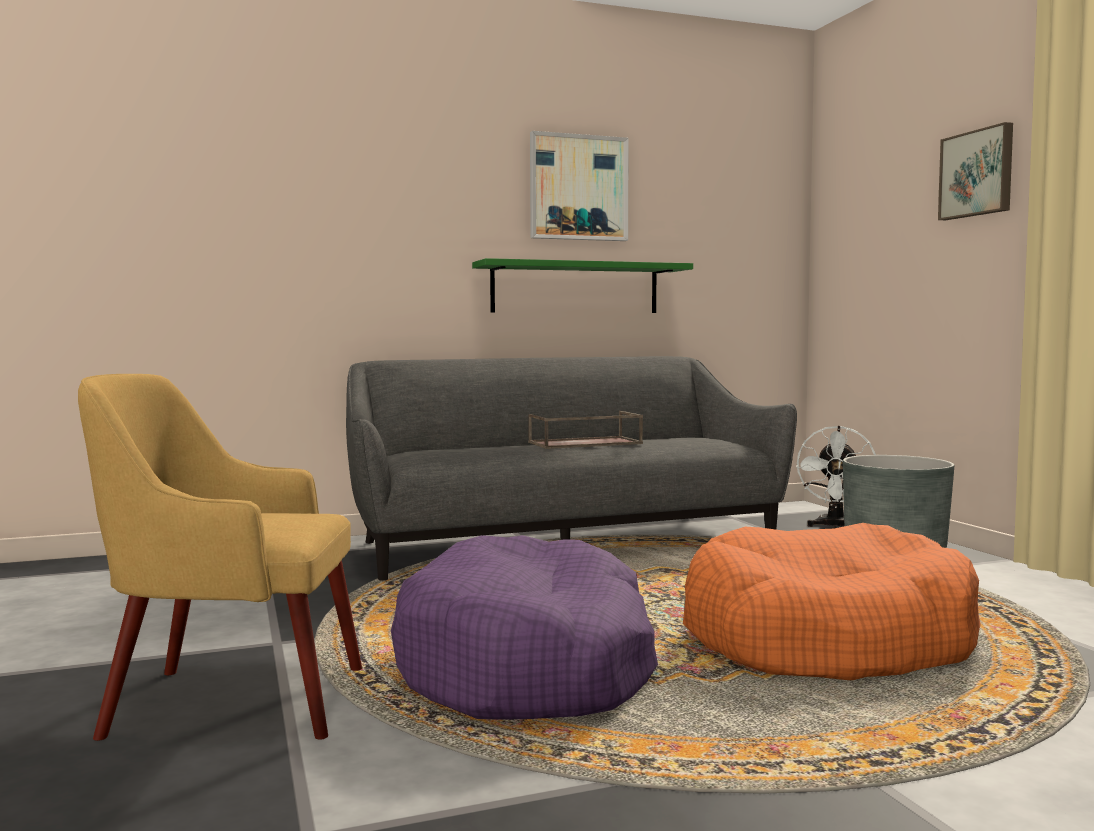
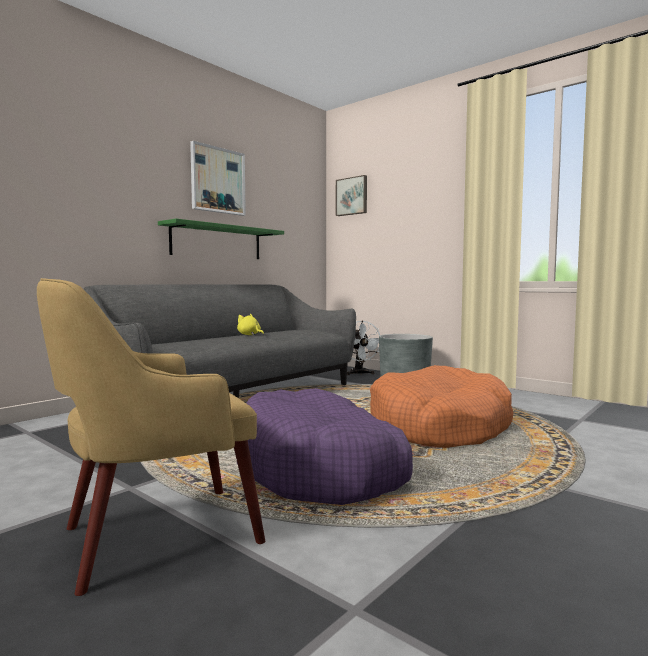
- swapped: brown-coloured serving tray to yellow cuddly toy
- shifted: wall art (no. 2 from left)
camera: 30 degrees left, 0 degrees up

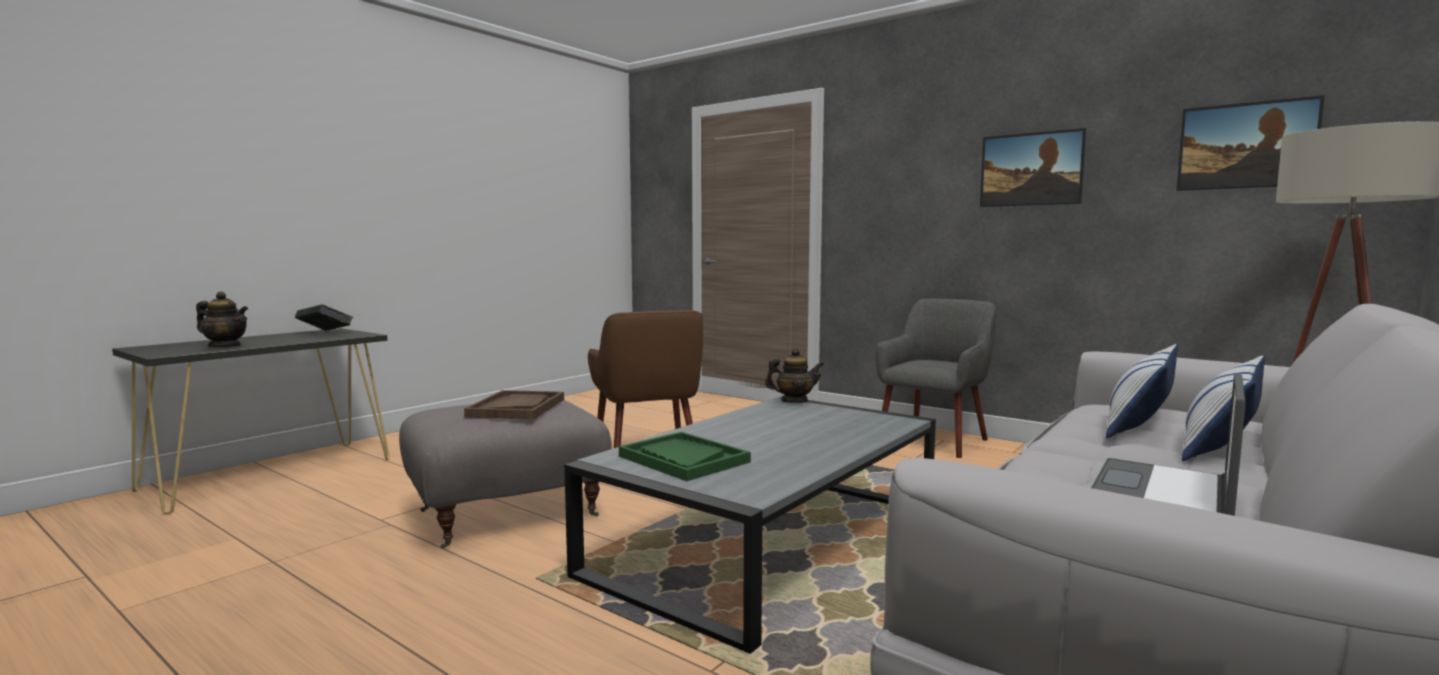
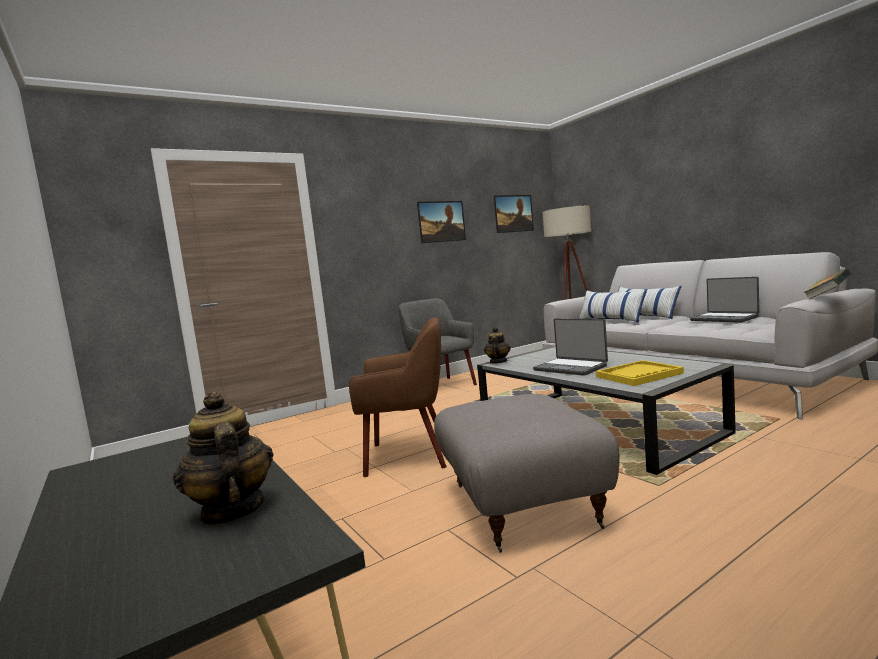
- rotated: pot for tea (no. 1 from left) 60 degrees counterclockwise
- new: portable computer (no. 1 from left)
- repainted: green-coloured serving tray to yellow serving tray
- shifted: volume
- gone: brown-coloured serving tray
camera: 70 degrees left, 0 degrees up

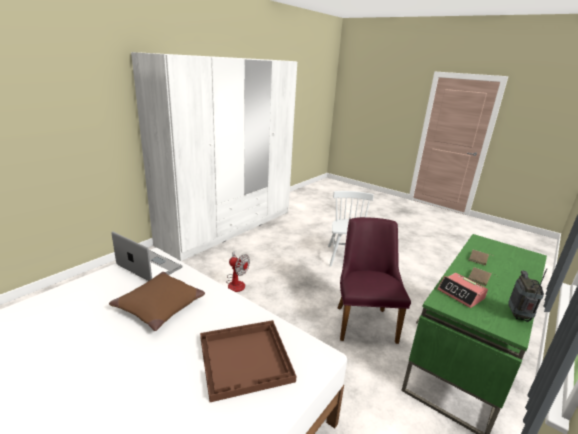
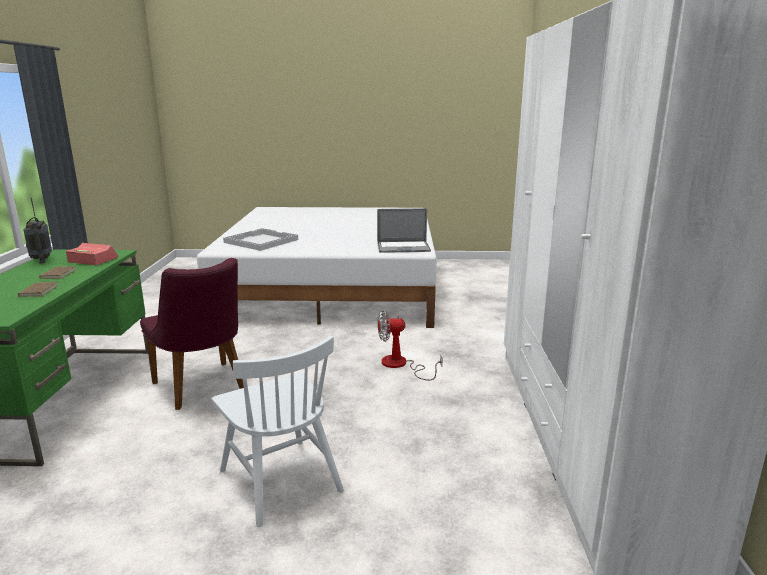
- repainted: brown-coloured serving tray to white-coloured serving tray
- gone: brown-coloured throw pillow
camera: 145 degrees right, 5 degrees down

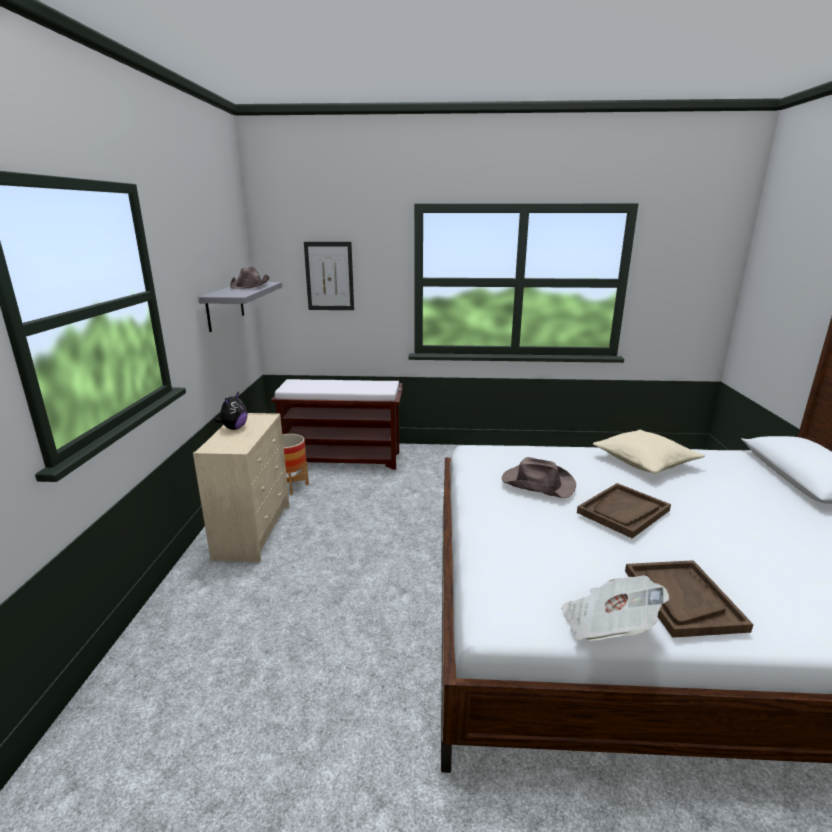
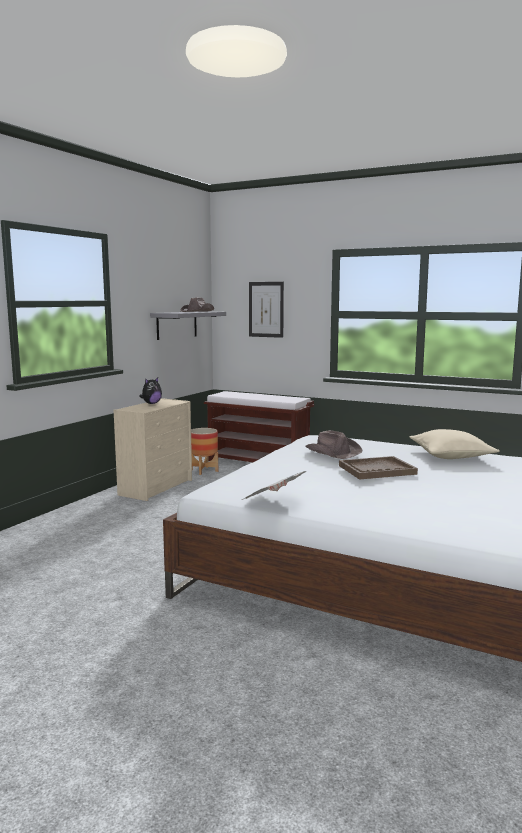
- gone: brown-coloured serving tray (no. 2 from left)
camera: 25 degrees right, 10 degrees down

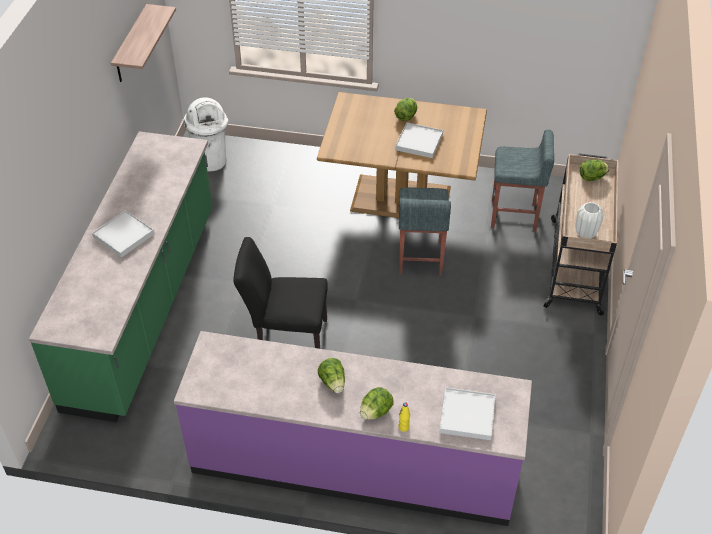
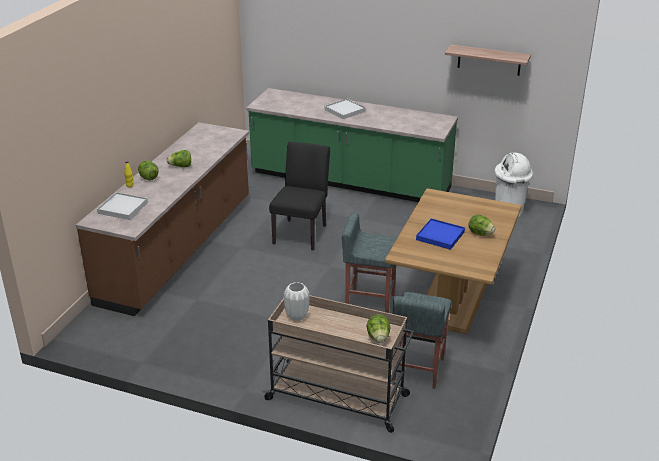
- repainted: purple counter to brown-coloured counter
- repainted: white-coloured serving tray (no. 2 from left) to blue-coloured serving tray
camera: 100 degrees right, 15 degrees down

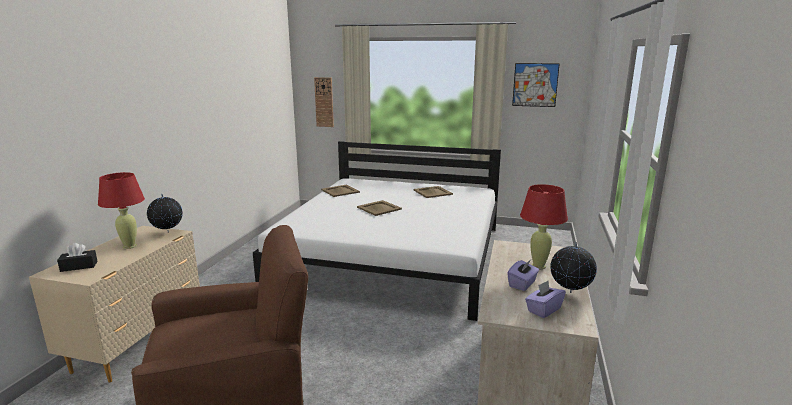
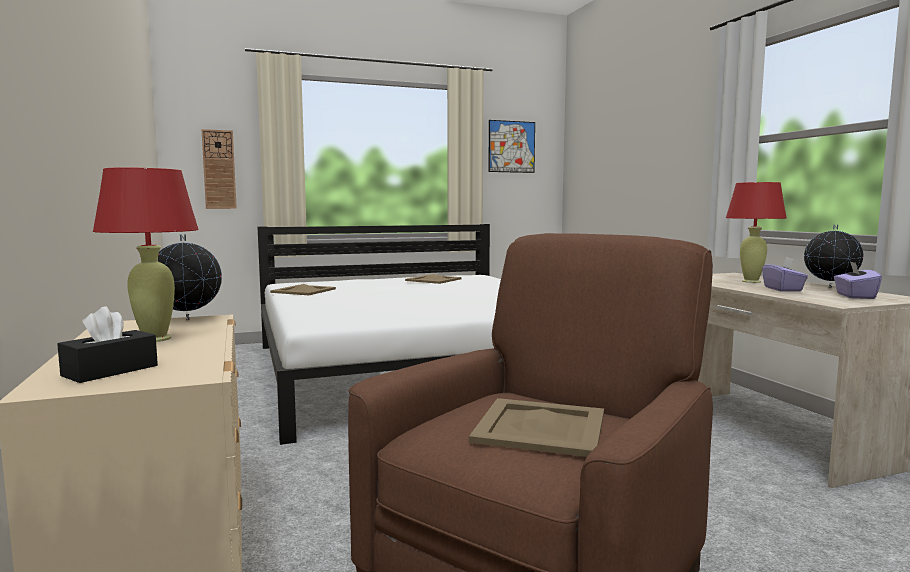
- shifted: beige-coloured serving tray (no. 2 from left in the first image) to beige-coloured serving tray (no. 3 from left)
camera: 35 degrees left, 10 degrees down

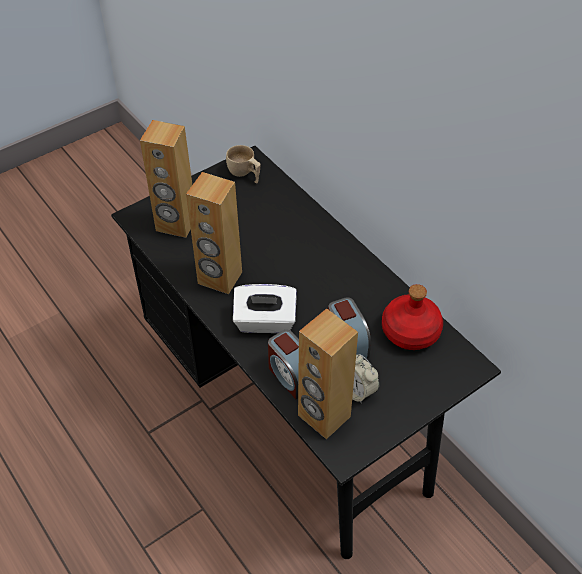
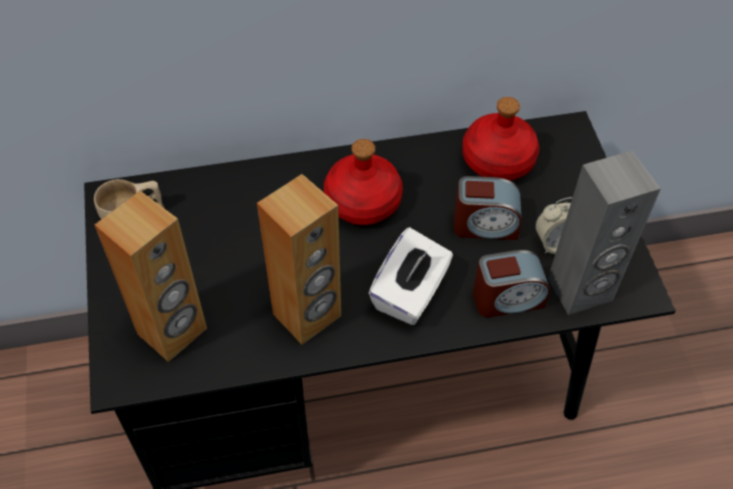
- new: red drink bottle (no. 1 from left)
- repainted: brown-coloured audio speaker (no. 3 from left) to greyish audio speaker
camera: 65 degrees left, 5 degrees up

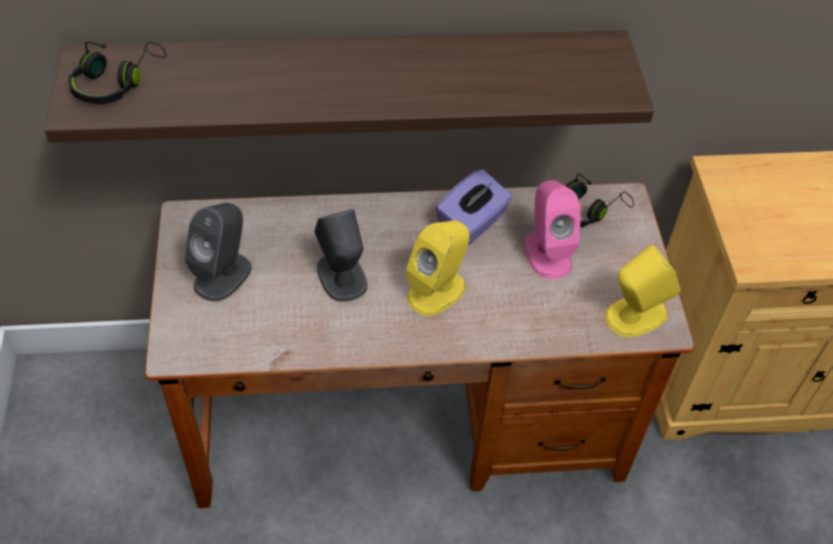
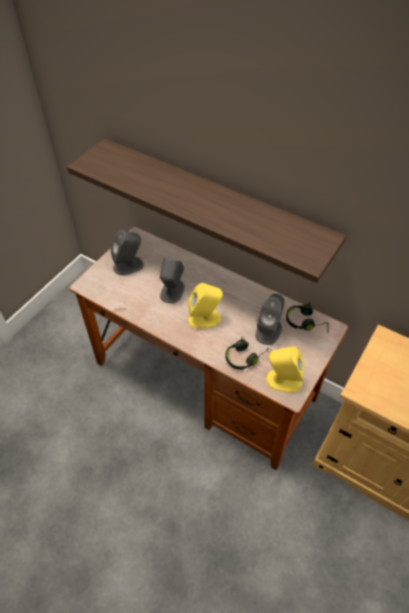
- shifted: black-coloured headset (no. 1 from left)
- repainted: pink audio speaker to greyish audio speaker (no. 3 from left)
- gone: purple tissue box
camera: 40 degrees right, 0 degrees up

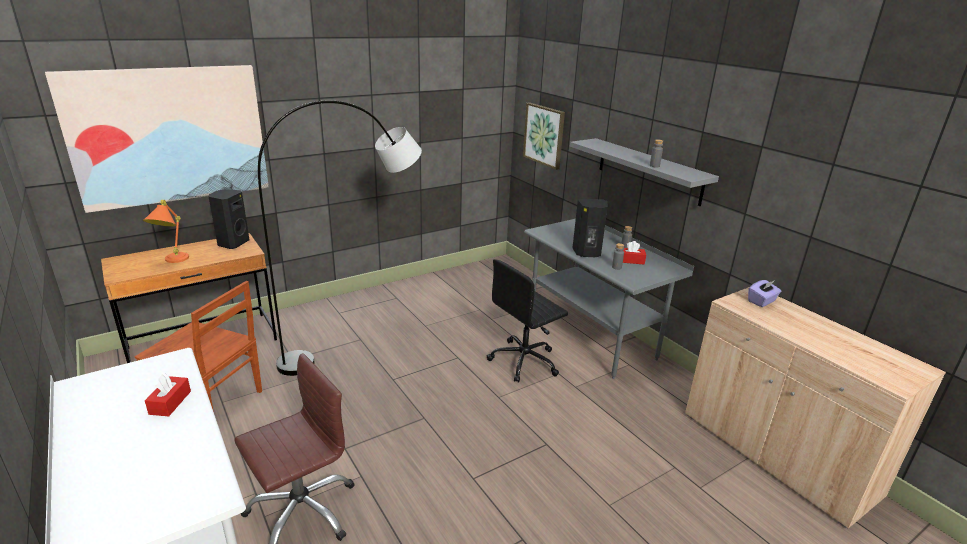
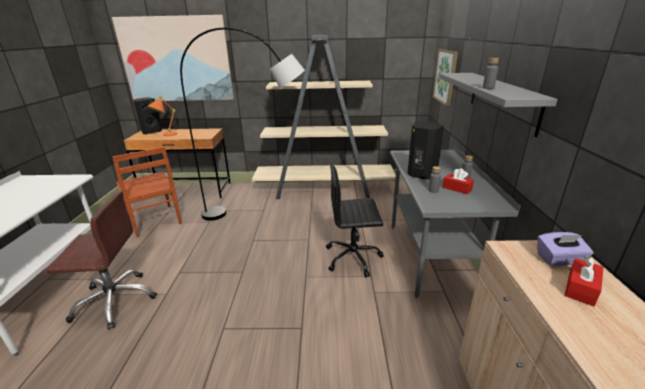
- shifted: black-coloured audio speaker (no. 1 from left)
- new: beige-coloured bookshelf
- shifted: red tissue box (no. 1 from left in the first image) to red tissue box (no. 2 from left)
camera: 35 degrees right, 0 degrees up

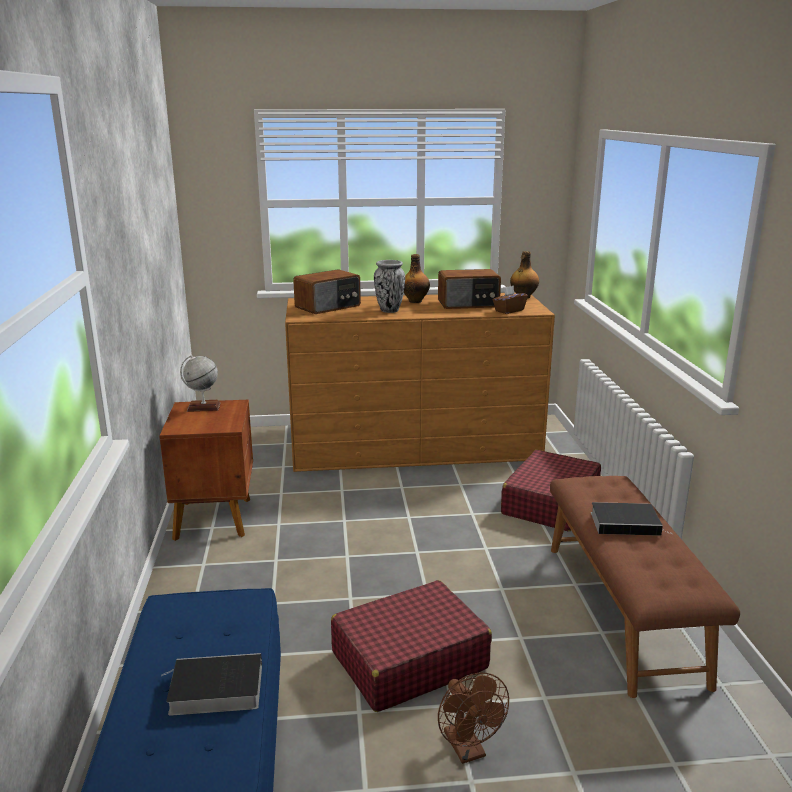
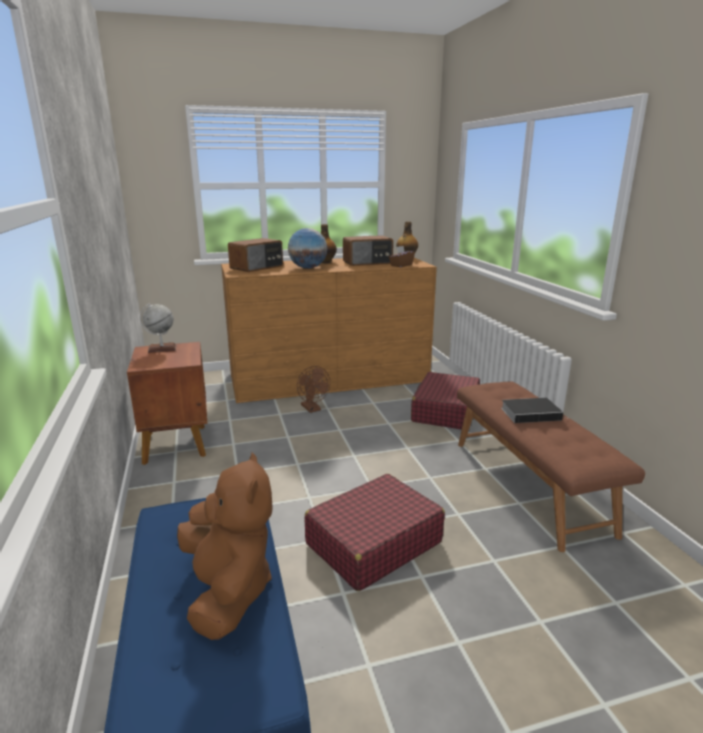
- swapped: volume (no. 1 from left) to brown-coloured cuddly toy
- swapped: flower vase to globe (no. 2 from left)
- shifted: brown-coloured electric fan
camera: 10 degrees left, 0 degrees up

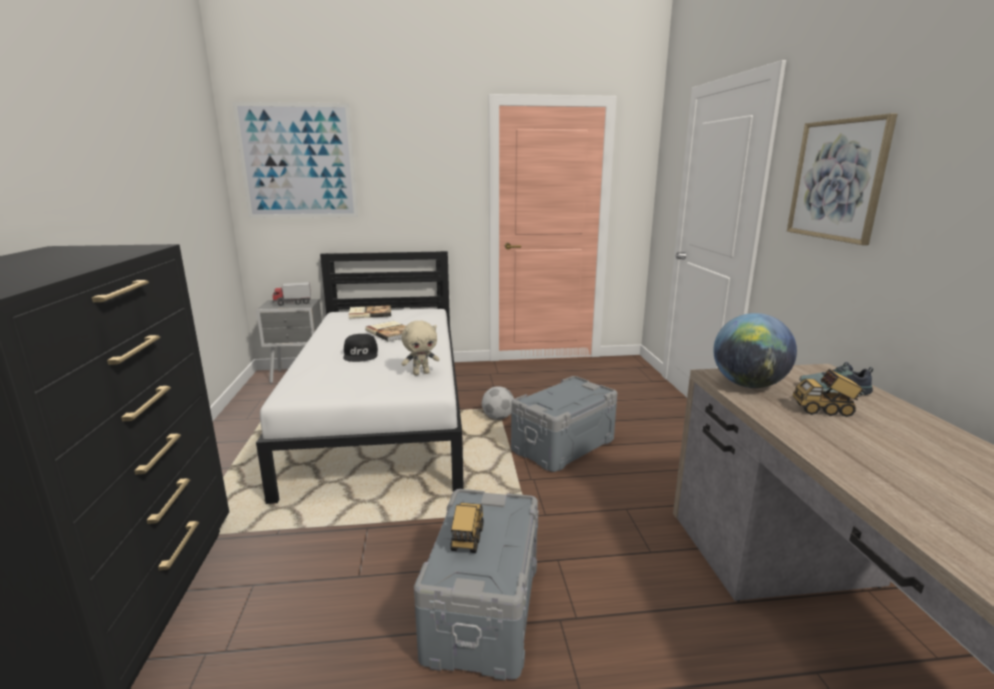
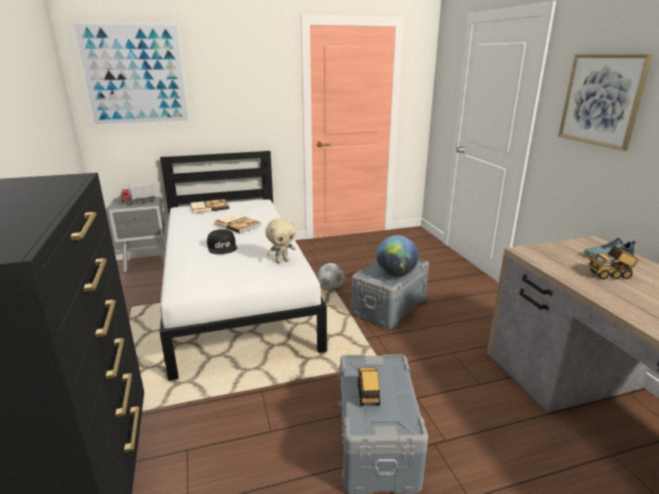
- shifted: globe
camera: 10 degrees left, 5 degrees up

